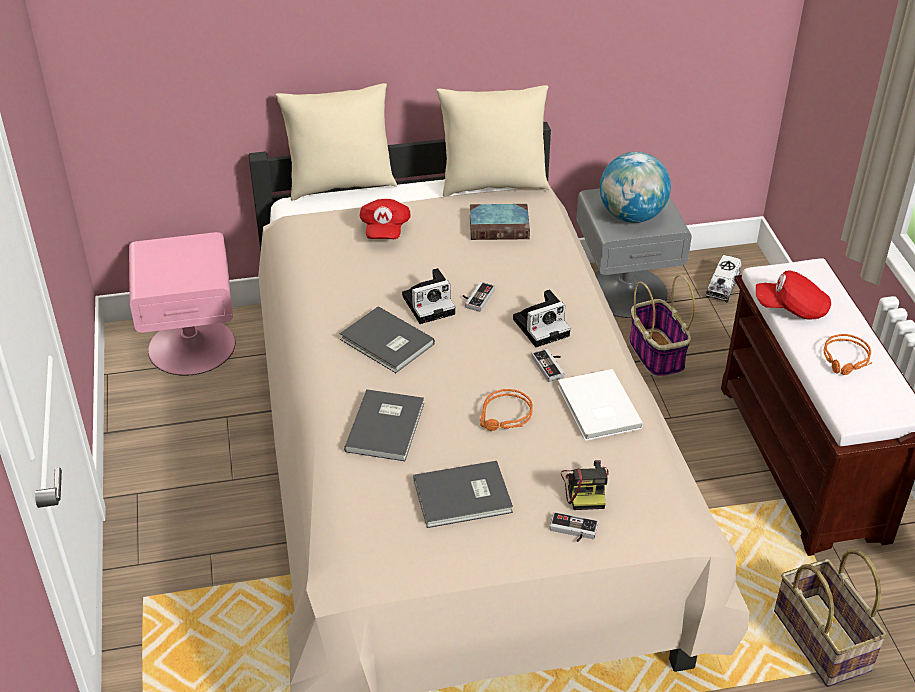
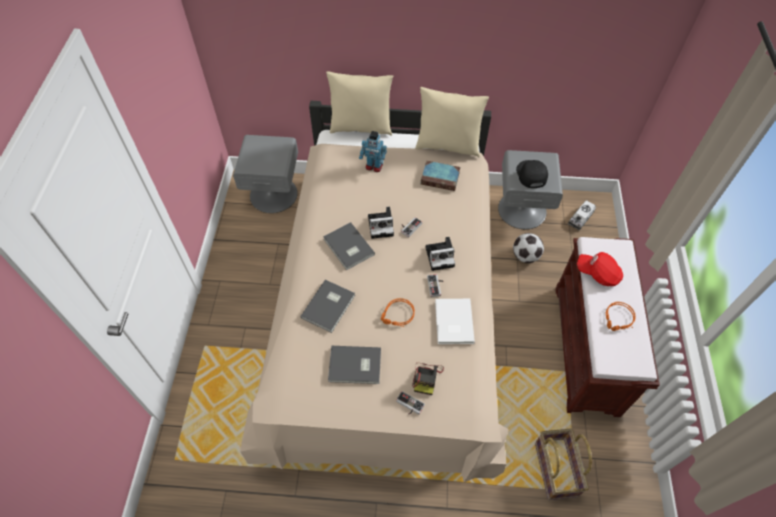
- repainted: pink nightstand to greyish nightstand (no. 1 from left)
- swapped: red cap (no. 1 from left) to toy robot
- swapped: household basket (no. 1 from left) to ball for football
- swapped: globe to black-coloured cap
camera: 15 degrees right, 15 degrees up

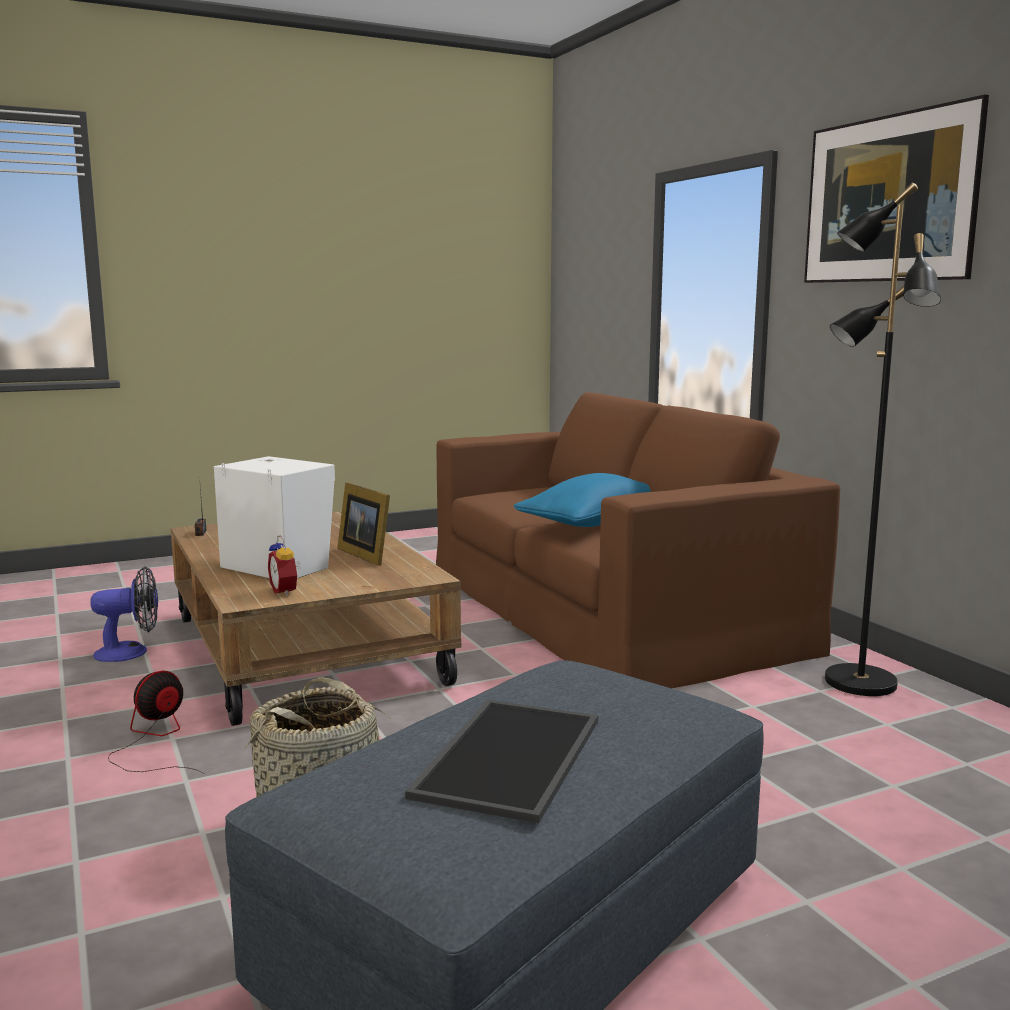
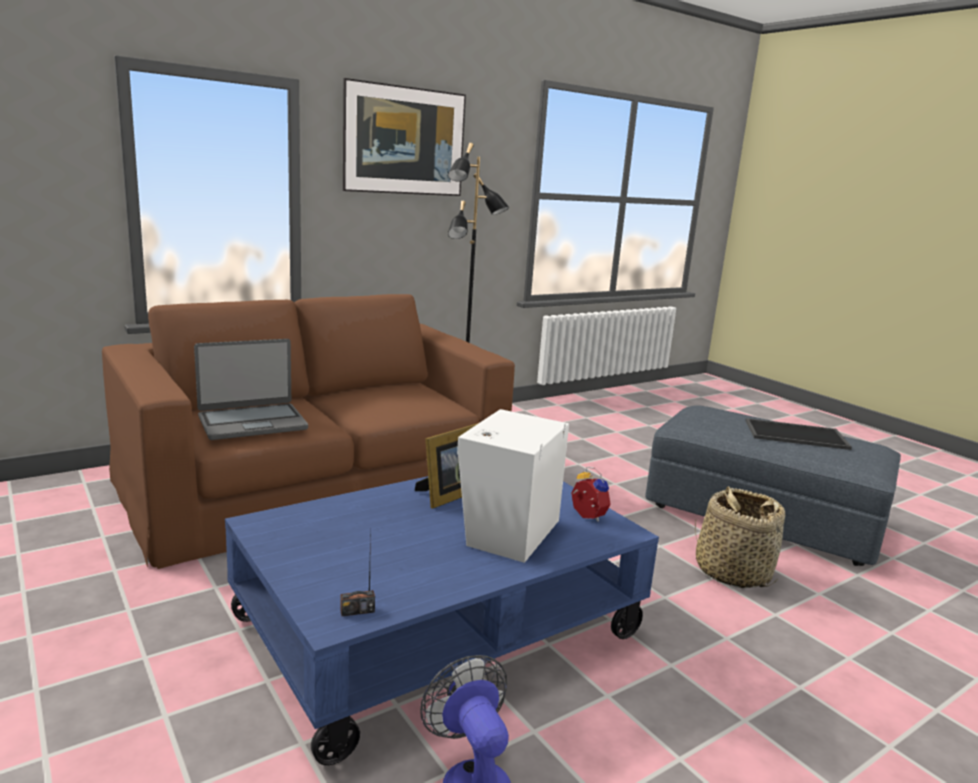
- new: portable computer
- repainted: brown-coloured low table to blue-coloured low table
- rotated: alarm clock 90 degrees counterclockwise
- gone: electric fan (no. 2 from left)
- gone: blue-coloured throw pillow
camera: 100 degrees left, 5 degrees up

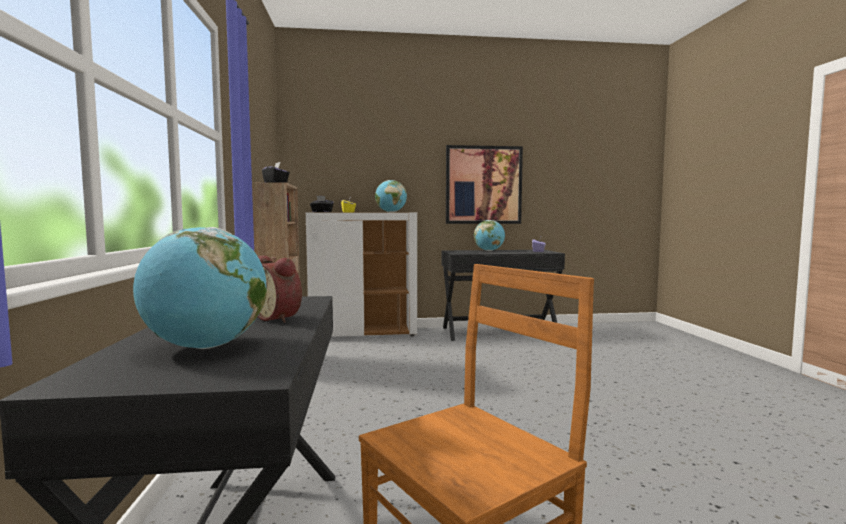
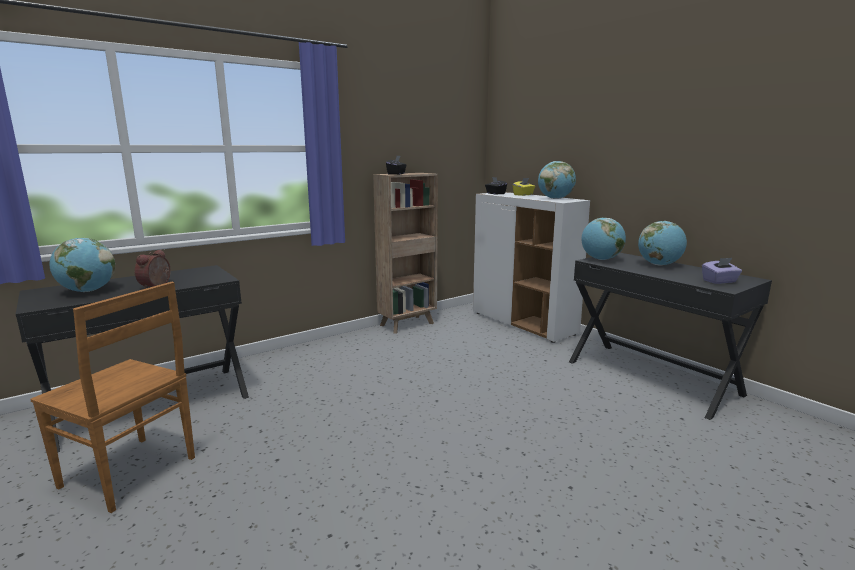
- new: globe (no. 3 from left)
- gone: wall art
camera: 60 degrees right, 10 degrees up

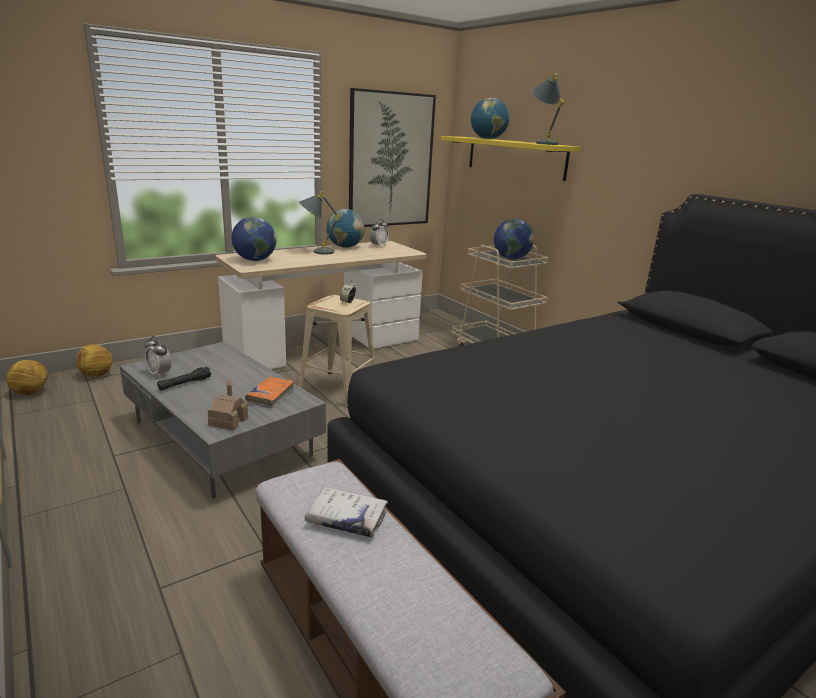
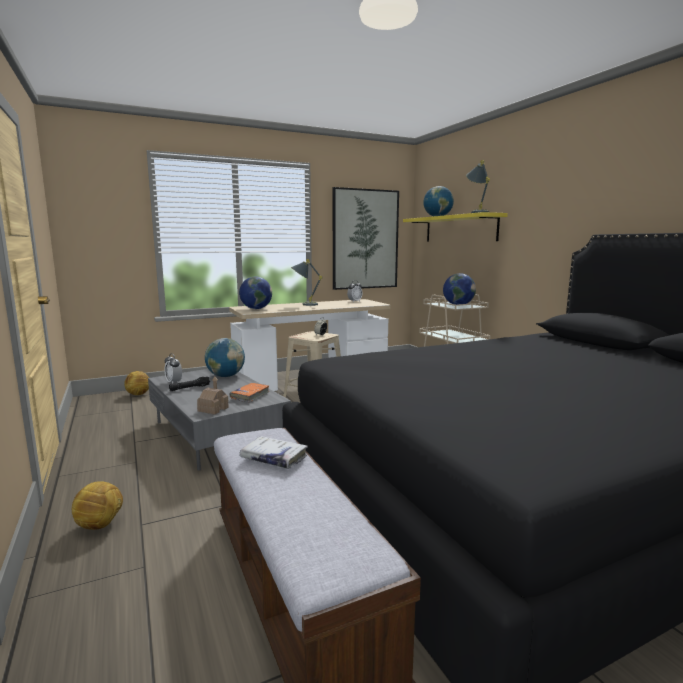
- shifted: ball for football (no. 1 from left)
- shifted: globe (no. 2 from left in the first image) to globe (no. 1 from left)
camera: 10 degrees right, 10 degrees down

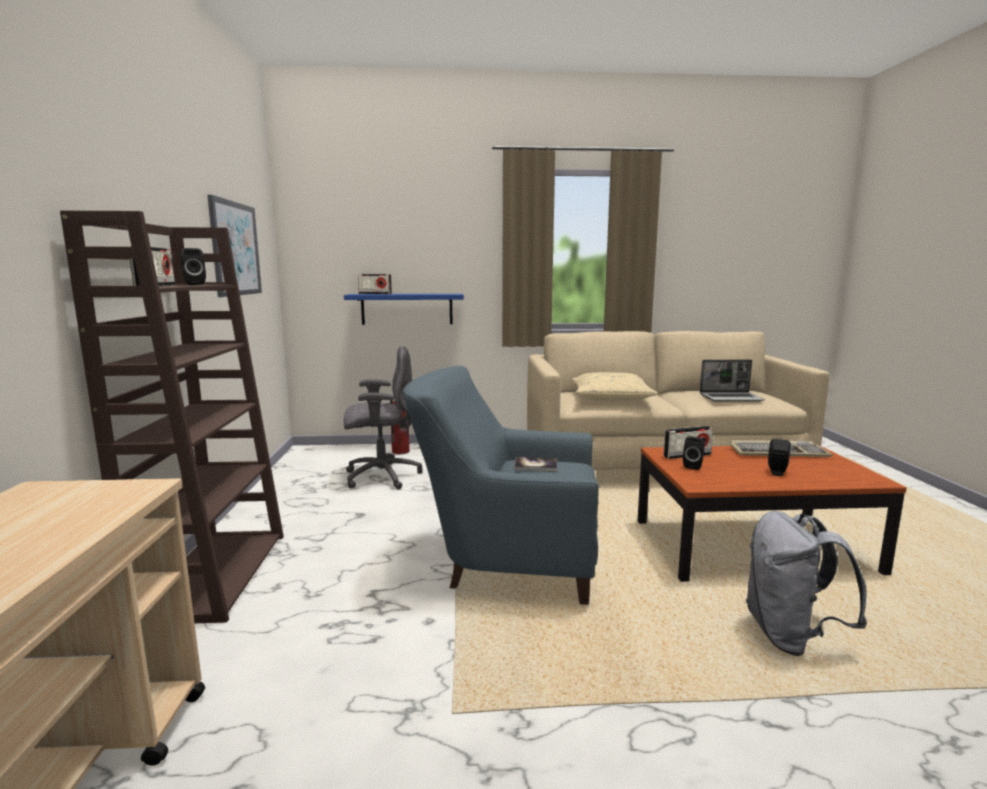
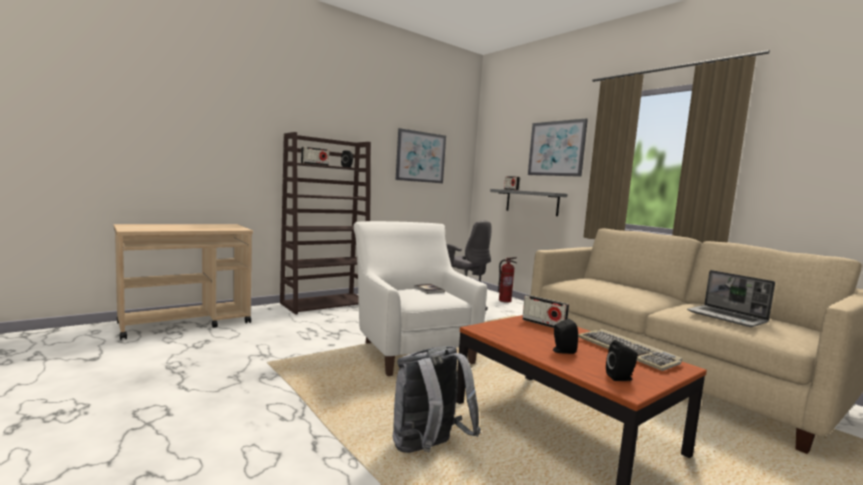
- repainted: blue-coloured easy chair to white-coloured easy chair
- repainted: blue-coloured bracket shelf to greyish bracket shelf
- new: wall art (no. 2 from left)
- shifted: black-coloured audio speaker (no. 2 from left in the first image) to black-coloured audio speaker (no. 3 from left)
- gone: beige-coloured throw pillow
camera: 55 degrees right, 5 degrees down

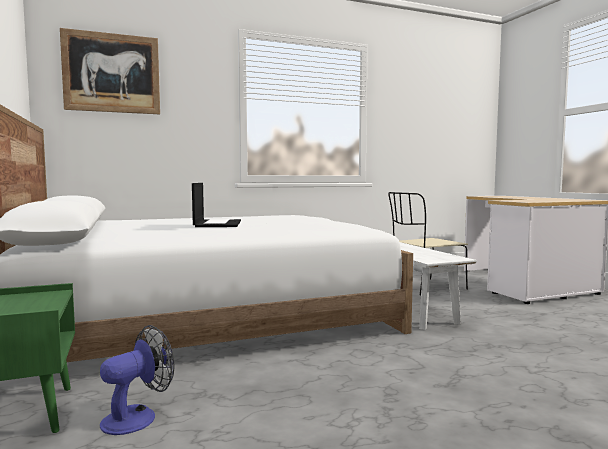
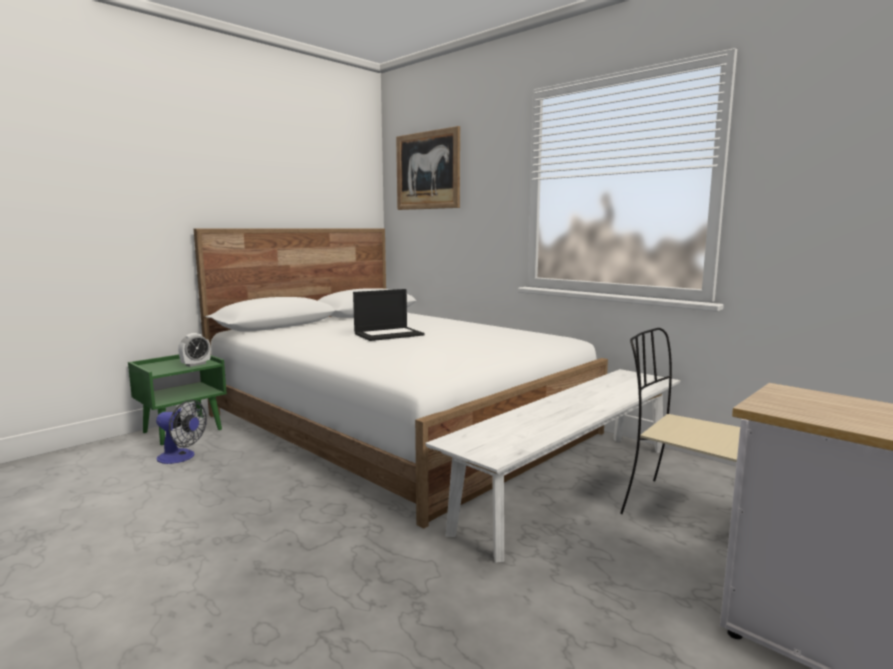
- new: alarm clock
camera: 65 degrees right, 5 degrees up

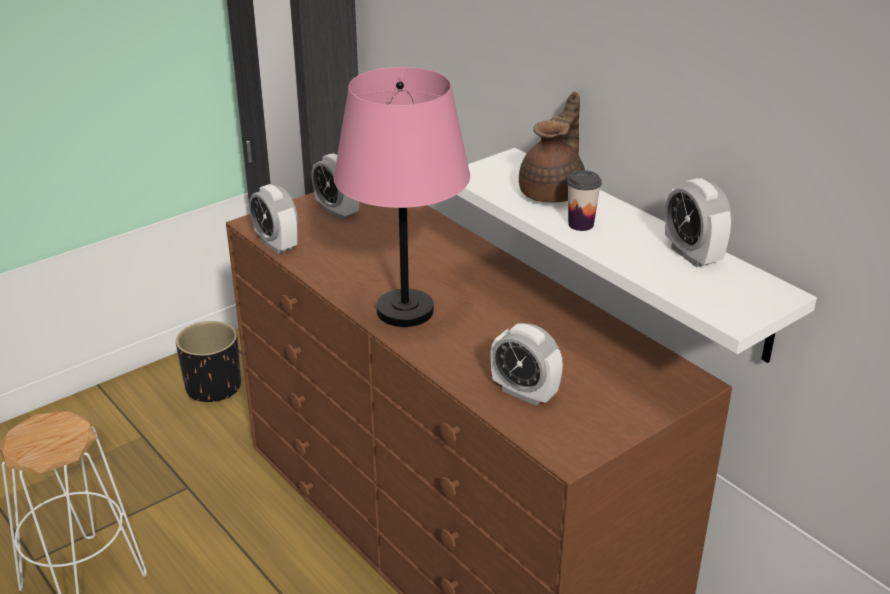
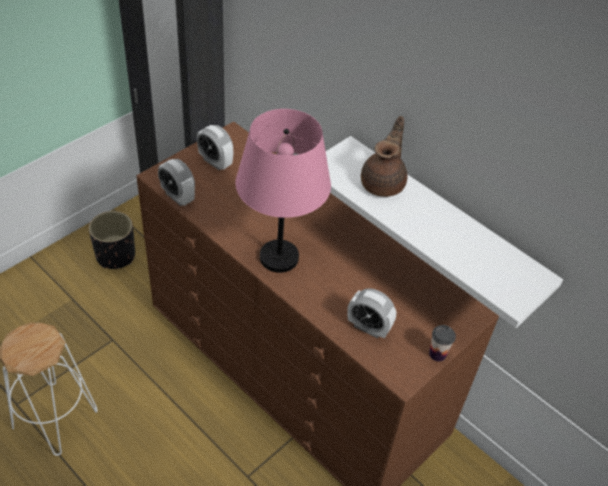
- shifted: small cup
- gone: alarm clock (no. 4 from left)
camera: 10 degrees left, 15 degrees up

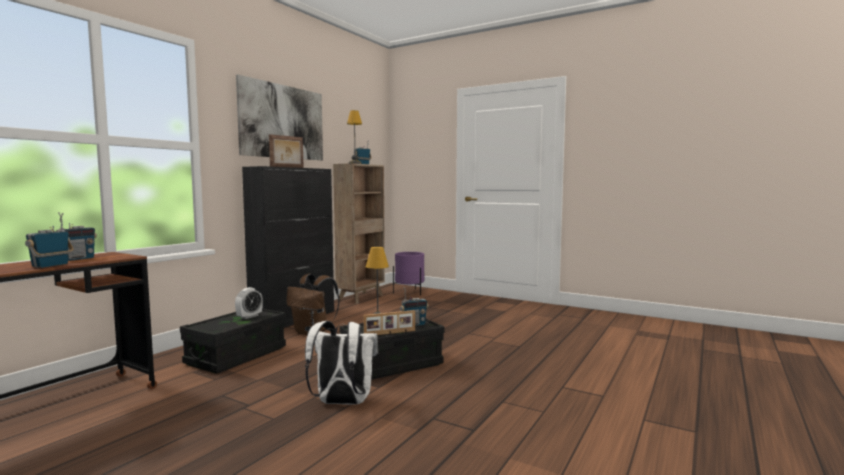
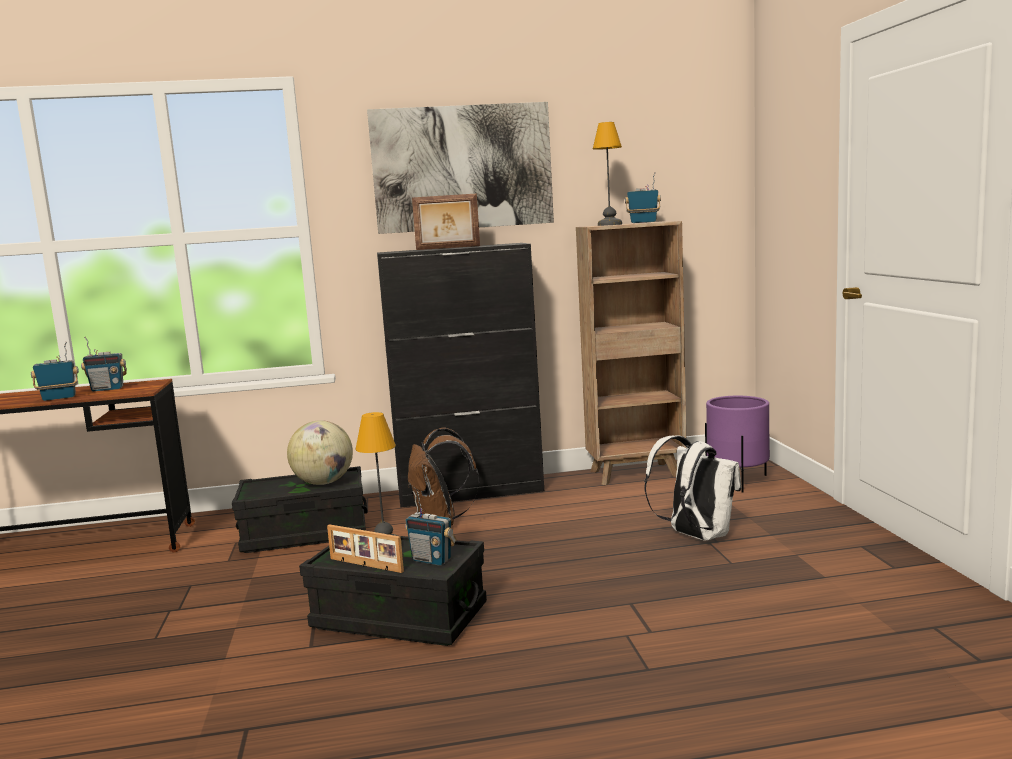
- swapped: alarm clock to globe
- shifted: white-coloured knapsack
camera: 50 degrees right, 5 degrees up

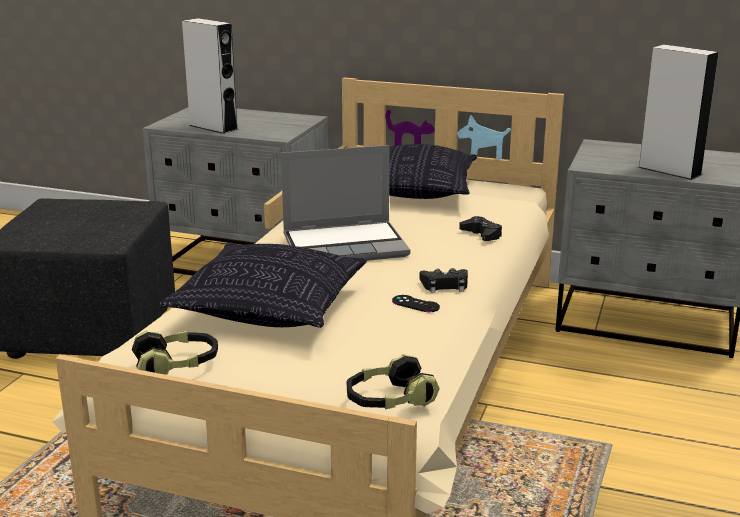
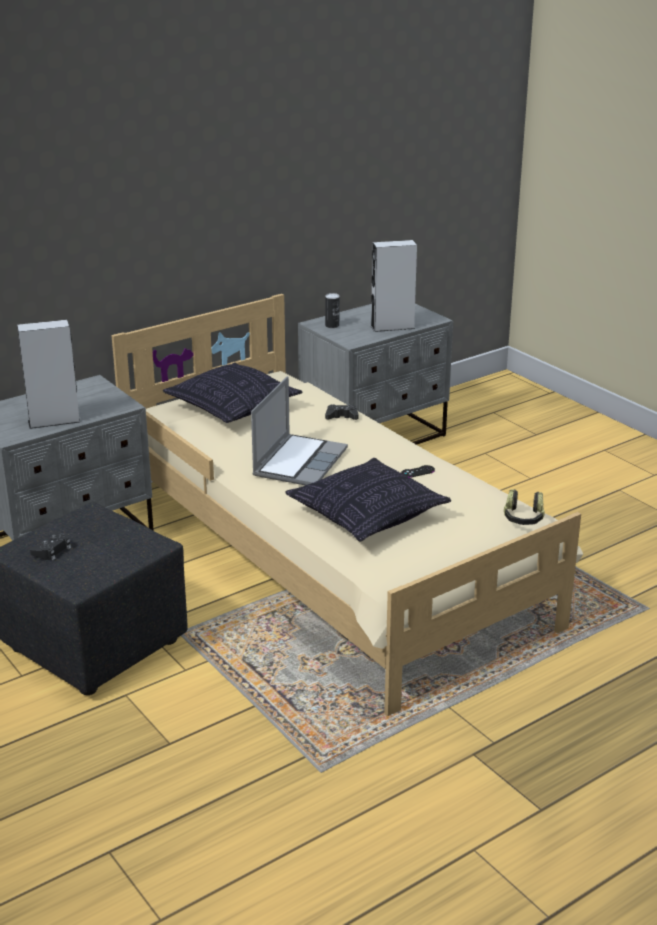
- shifted: black-coloured joypad (no. 2 from left in the first image) to black-coloured joypad (no. 1 from left)
- new: metal can
- gone: headset (no. 1 from left)
camera: 55 degrees left, 5 degrees up

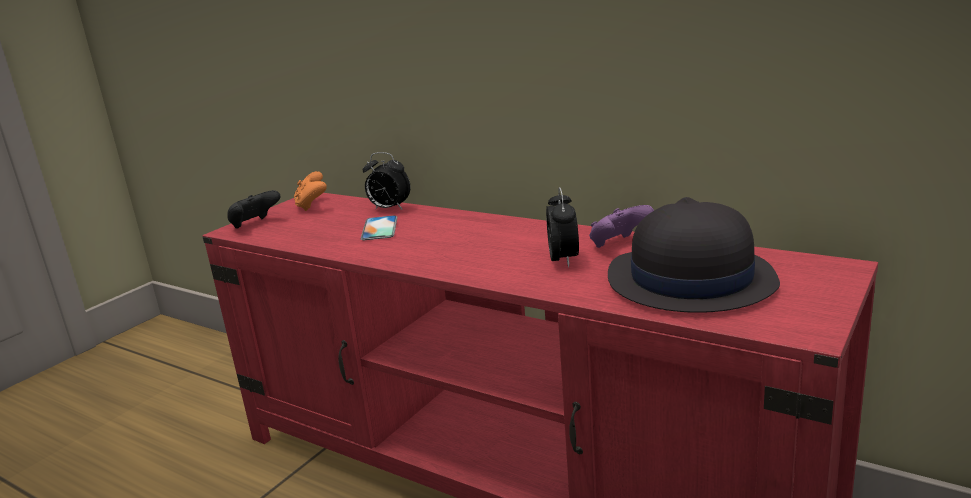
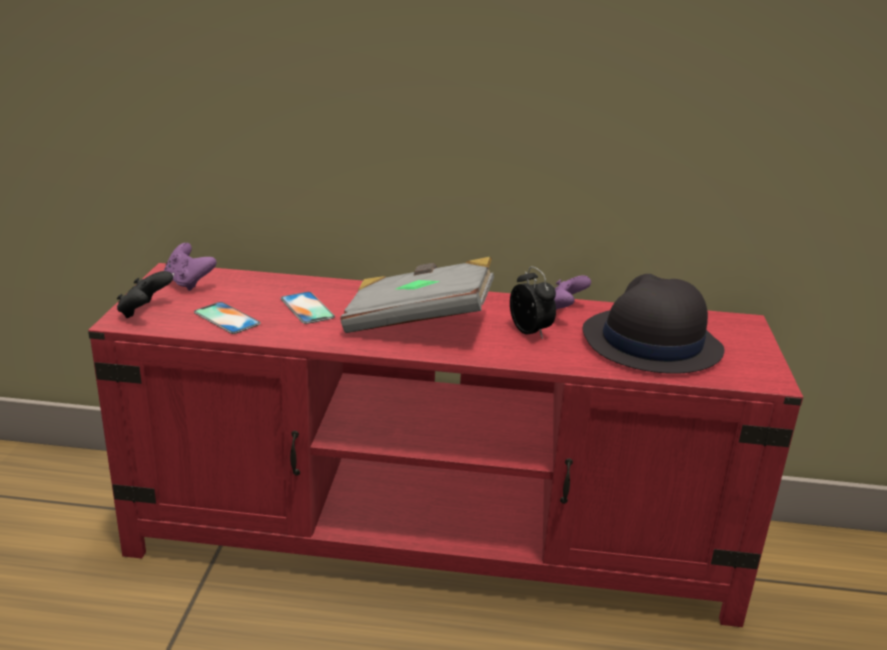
- repainted: orangey joypad to purple joypad (no. 1 from left)
- new: telephone (no. 1 from left)
- new: greyish volume
- gone: alarm clock (no. 1 from left)
camera: 30 degrees left, 5 degrees up

